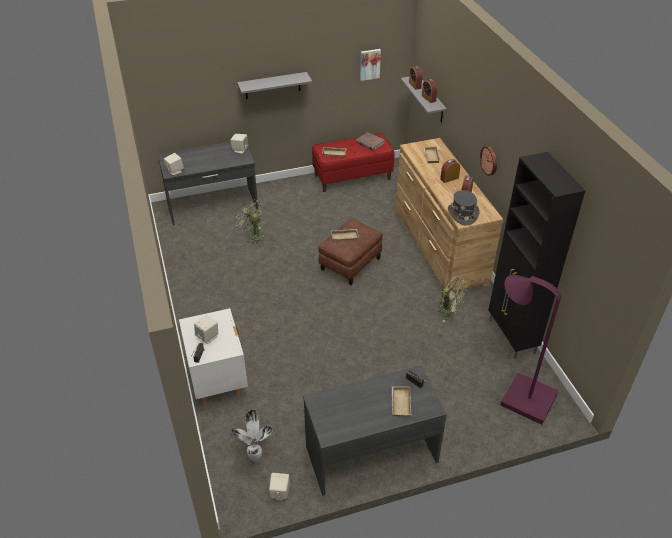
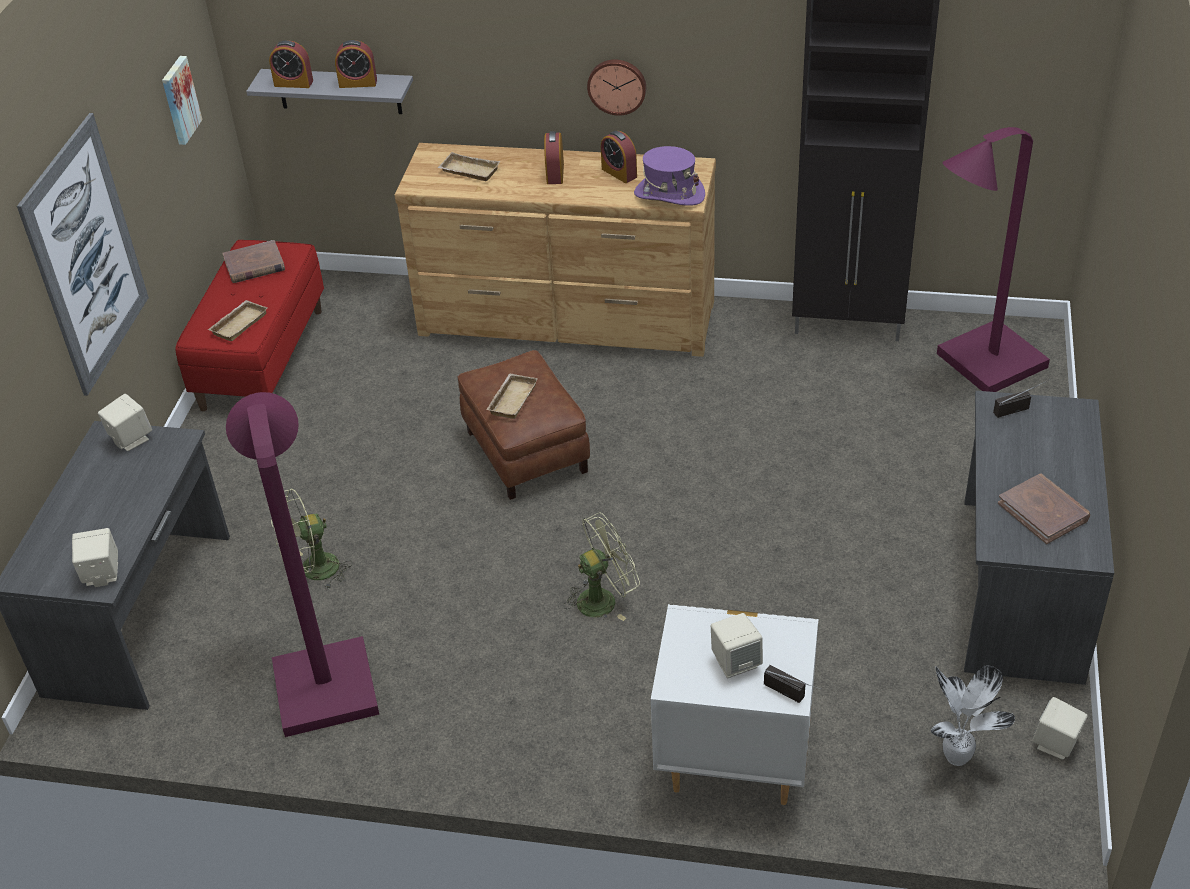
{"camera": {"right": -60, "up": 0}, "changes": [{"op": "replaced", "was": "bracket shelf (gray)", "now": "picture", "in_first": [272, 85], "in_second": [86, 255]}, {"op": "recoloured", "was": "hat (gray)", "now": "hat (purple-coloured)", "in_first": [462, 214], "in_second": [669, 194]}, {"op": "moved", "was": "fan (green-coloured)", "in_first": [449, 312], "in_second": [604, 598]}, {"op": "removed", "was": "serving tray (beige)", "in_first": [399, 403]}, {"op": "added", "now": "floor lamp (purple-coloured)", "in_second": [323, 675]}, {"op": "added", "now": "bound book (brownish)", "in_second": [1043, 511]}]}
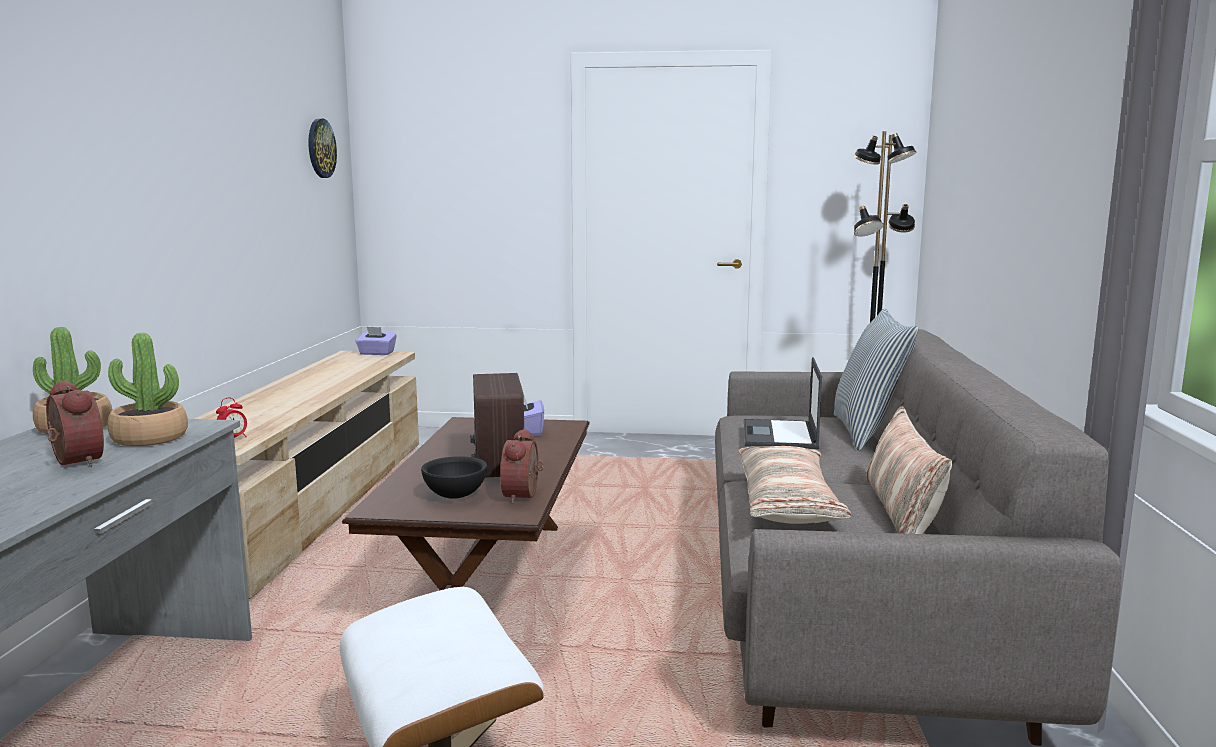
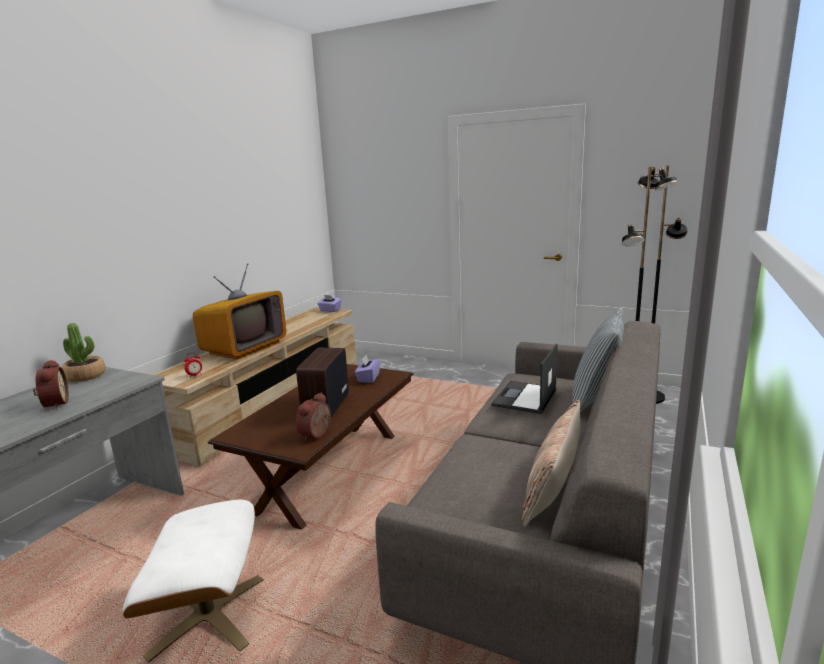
{"camera": {"right": 20, "up": 5}, "changes": [{"op": "removed", "was": "clock on the wall", "in_first": [320, 148]}, {"op": "removed", "was": "plant in a pot", "in_first": [149, 438]}, {"op": "removed", "was": "cushion", "in_first": [787, 502]}, {"op": "removed", "was": "serving bowl (black-coloured)", "in_first": [456, 496]}, {"op": "added", "now": "television", "in_second": [244, 348]}]}
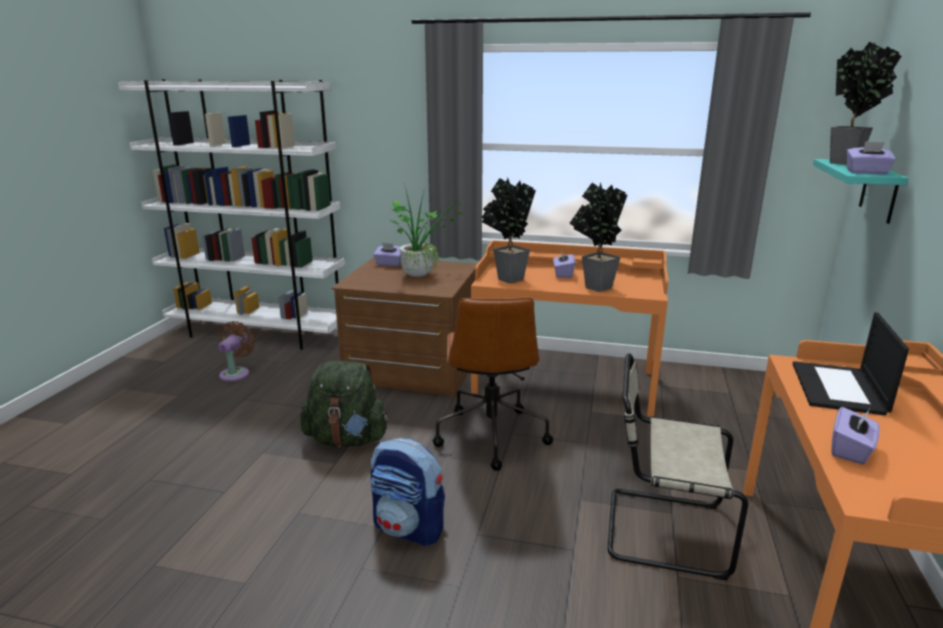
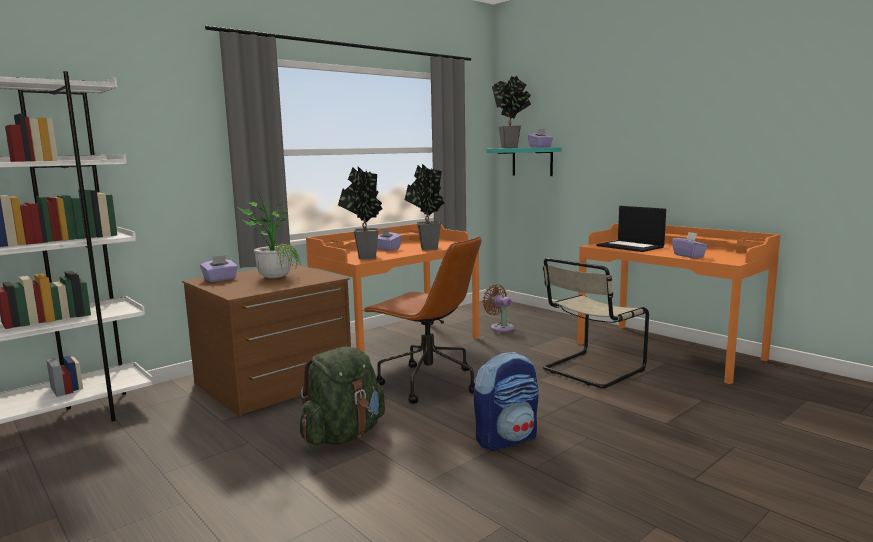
{"camera": {"right": -55, "up": -10}, "changes": [{"op": "moved", "was": "fan (brownish)", "in_first": [236, 373], "in_second": [500, 327]}]}
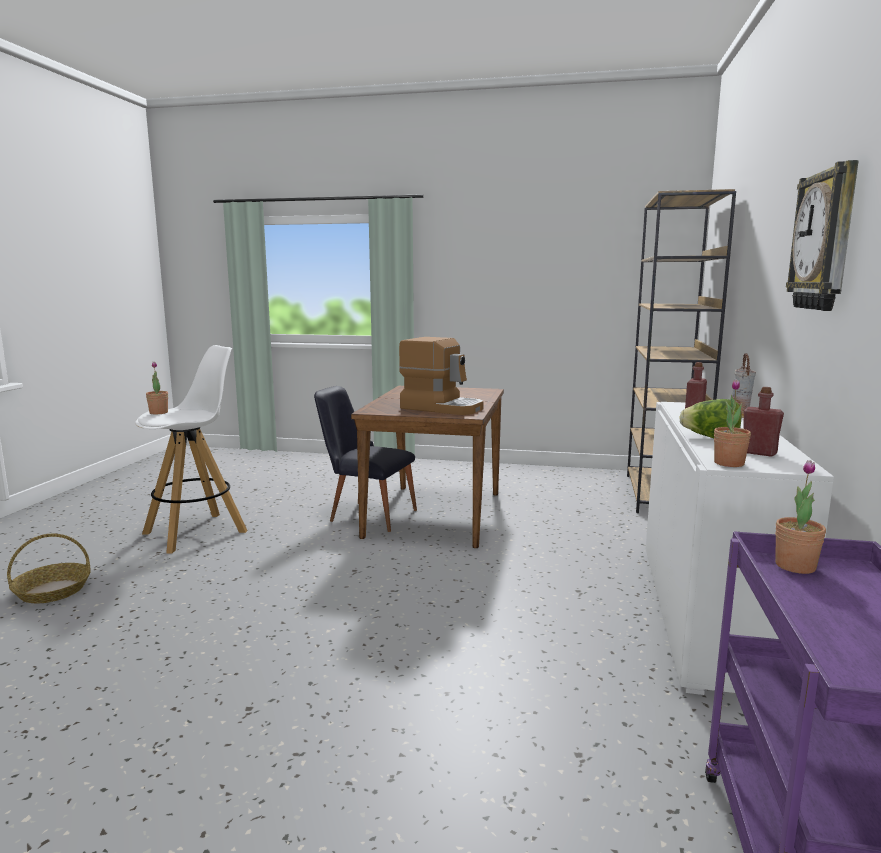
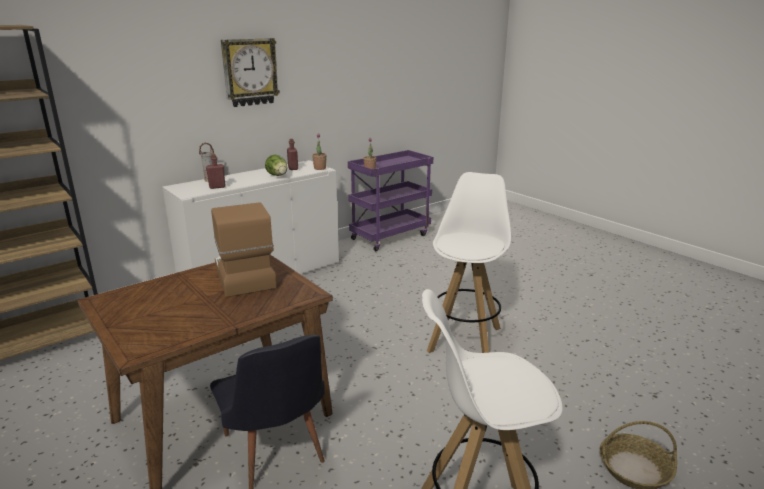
{"camera": {"right": -140, "up": 10}, "changes": [{"op": "removed", "was": "plant in a pot", "in_first": [158, 412]}, {"op": "added", "now": "stool (white-coloured)", "in_second": [465, 338]}]}
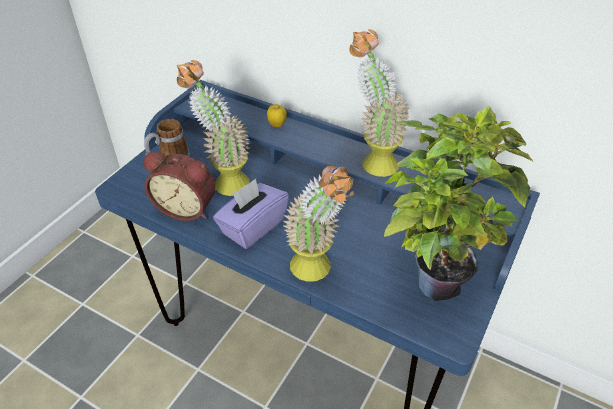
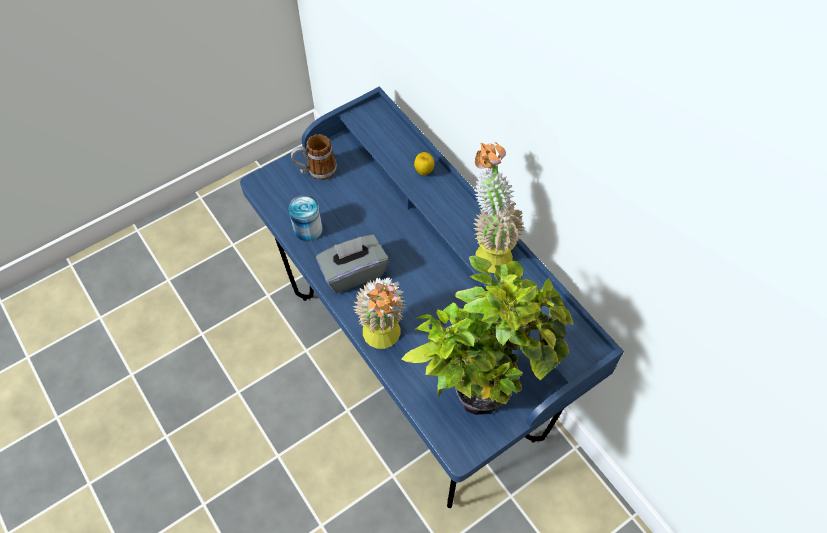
{"camera": {"right": 25, "up": 15}, "changes": [{"op": "removed", "was": "plant in a pot", "in_first": [223, 181]}, {"op": "replaced", "was": "alarm clock", "now": "metal can", "in_first": [187, 207], "in_second": [308, 229]}, {"op": "recoloured", "was": "tissue box (purple-coloured)", "now": "tissue box (gray)", "in_first": [252, 227], "in_second": [353, 272]}]}
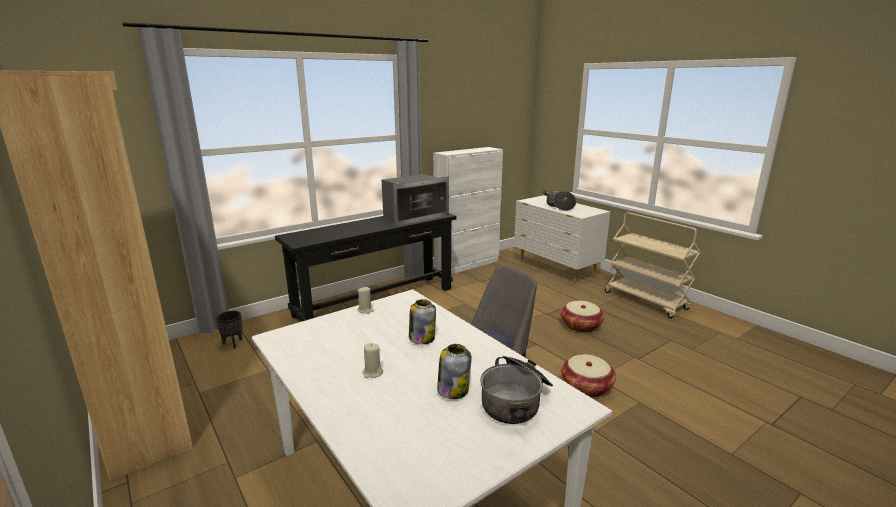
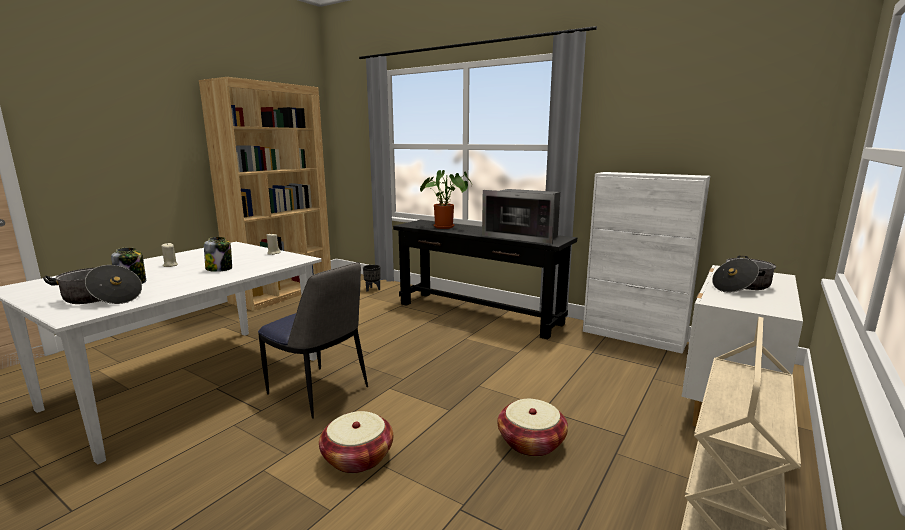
{"camera": {"right": 70, "up": -5}, "changes": [{"op": "added", "now": "plant in a pot", "in_second": [446, 227]}]}
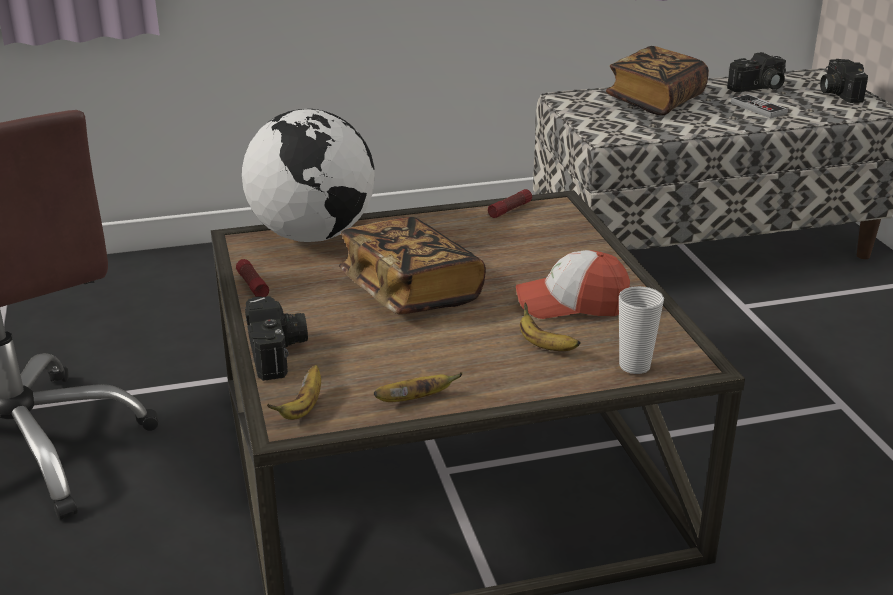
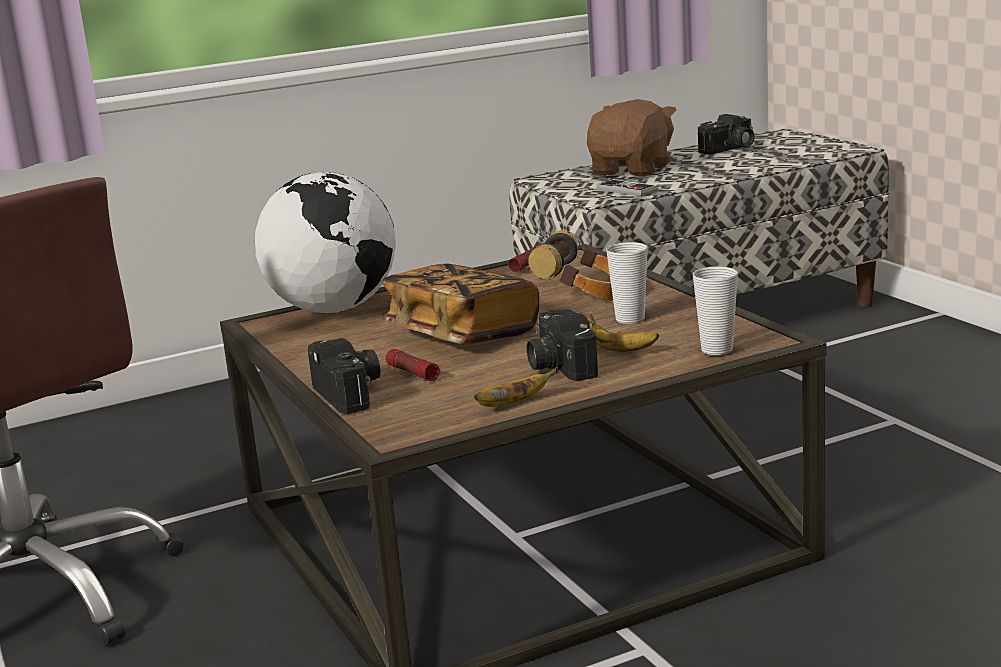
{"camera": {"right": -10, "up": -10}, "changes": [{"op": "replaced", "was": "bound book", "now": "plush toy (brownish)", "in_first": [655, 101], "in_second": [632, 170]}, {"op": "moved", "was": "still camera", "in_first": [837, 93], "in_second": [558, 366]}, {"op": "moved", "was": "joypad", "in_first": [758, 108], "in_second": [627, 190]}, {"op": "replaced", "was": "cap", "now": "cup", "in_first": [571, 304], "in_second": [630, 319]}, {"op": "moved", "was": "flashlight", "in_first": [252, 285], "in_second": [412, 373]}, {"op": "removed", "was": "whole banana", "in_first": [303, 408]}, {"op": "added", "now": "pair of headphones", "in_second": [585, 296]}]}
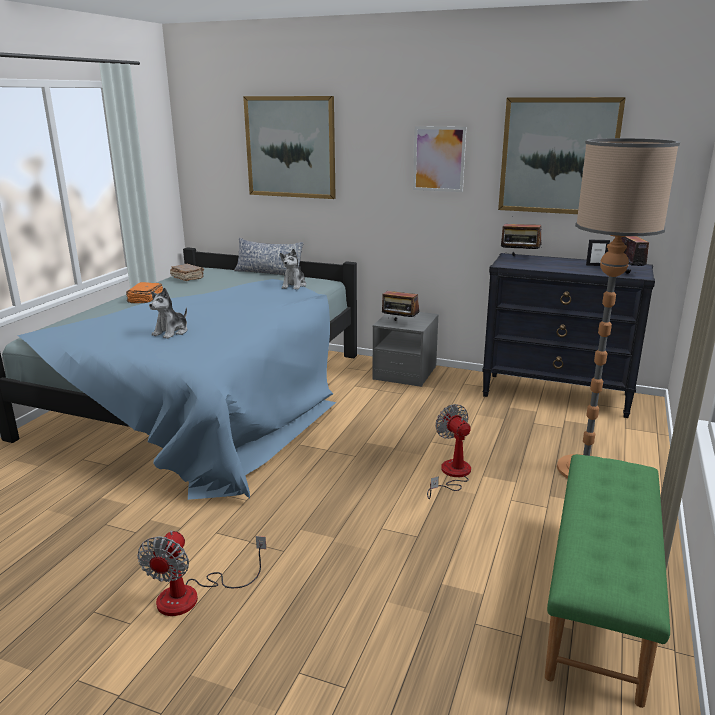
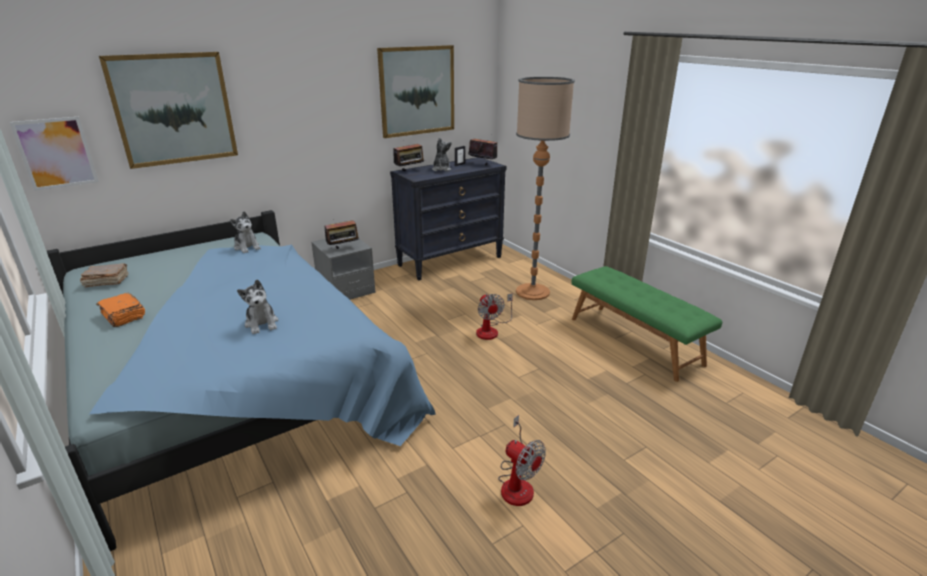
{"camera": {"right": -55, "up": 5}, "changes": [{"op": "moved", "was": "picture", "in_first": [439, 159], "in_second": [56, 153]}, {"op": "removed", "was": "cushion", "in_first": [269, 273]}, {"op": "turned", "was": "fan", "in_first": [452, 475], "in_second": [491, 330], "clockwise": -120}, {"op": "added", "now": "plush toy", "in_second": [441, 169]}]}
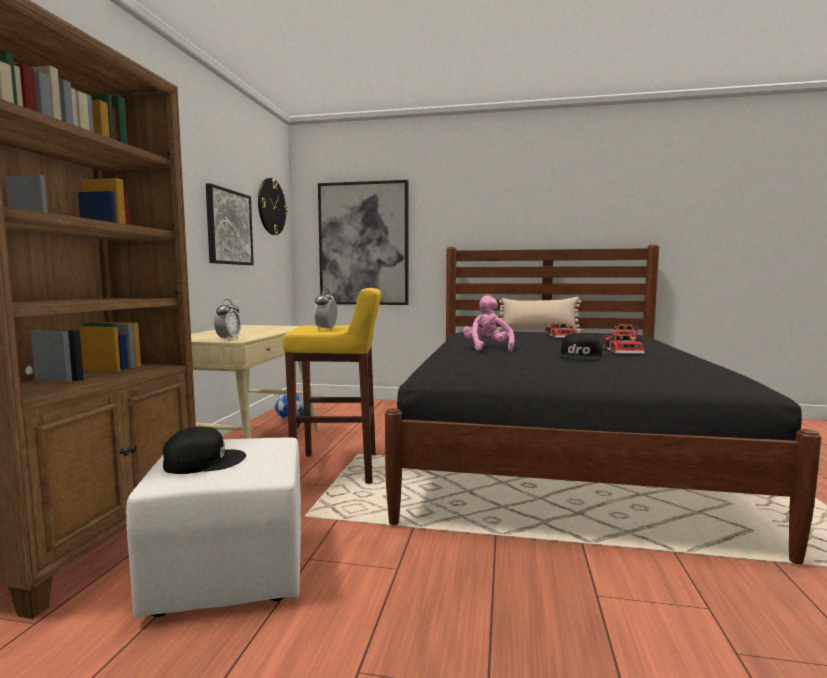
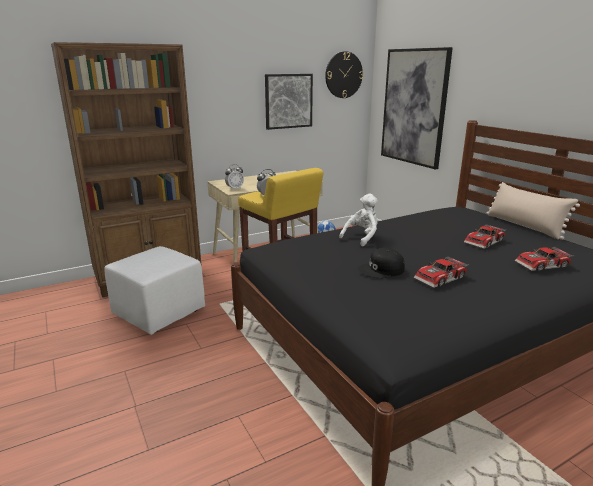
{"camera": {"right": 50, "up": 15}, "changes": [{"op": "recoloured", "was": "plush toy (pinkish)", "now": "plush toy (white-coloured)", "in_first": [487, 348], "in_second": [362, 237]}, {"op": "removed", "was": "cap (black-coloured)", "in_first": [204, 461]}]}
